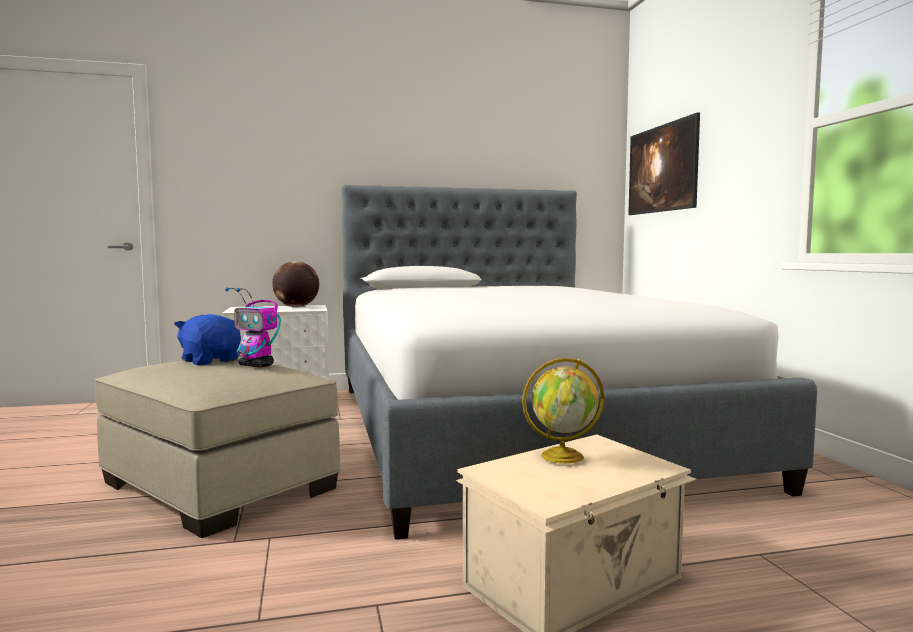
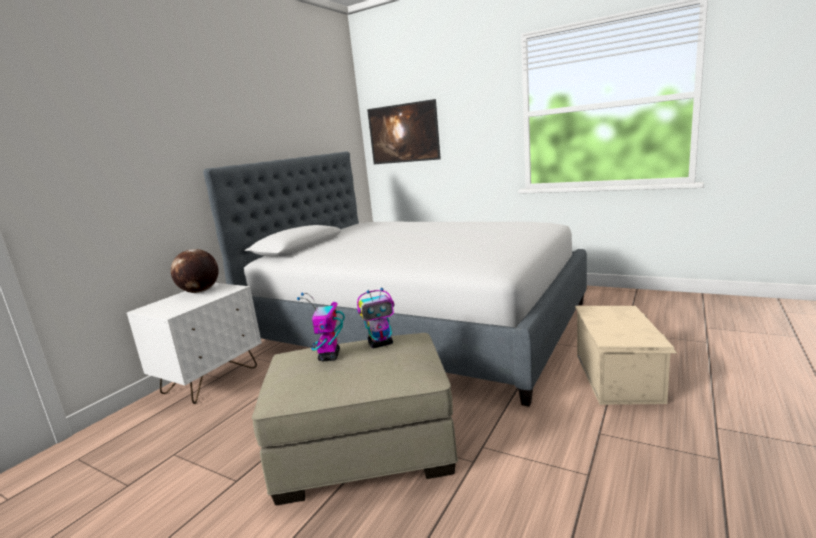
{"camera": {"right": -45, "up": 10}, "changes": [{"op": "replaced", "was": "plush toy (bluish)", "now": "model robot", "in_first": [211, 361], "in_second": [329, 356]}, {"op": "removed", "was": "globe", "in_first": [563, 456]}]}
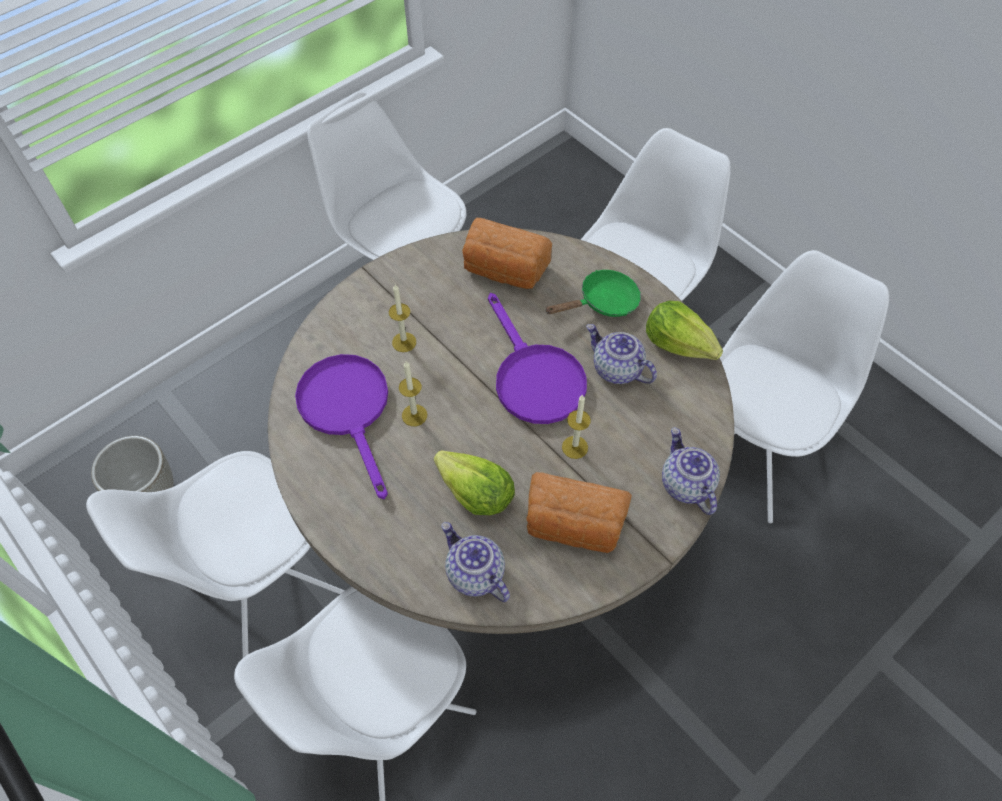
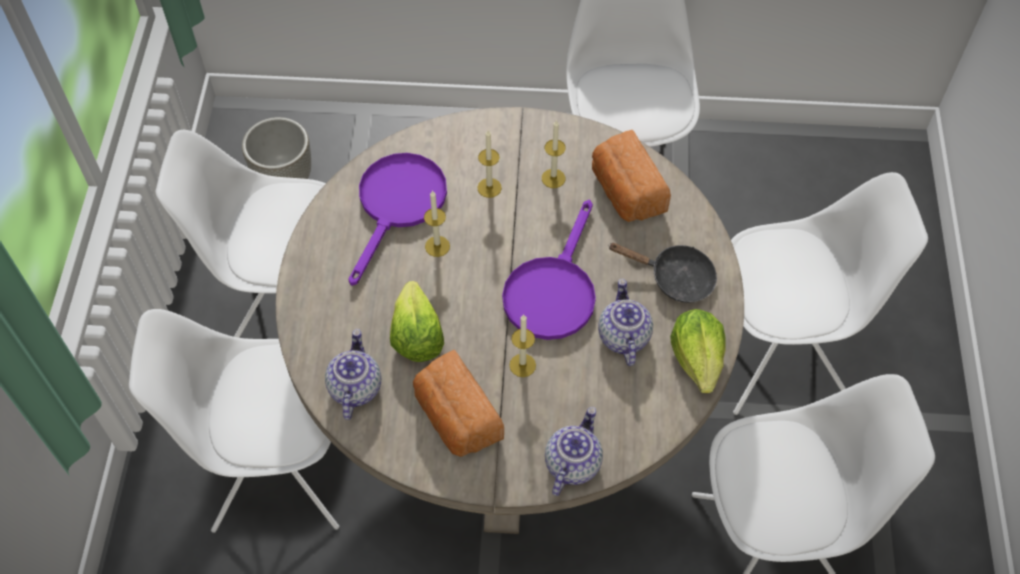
{"camera": {"right": 45, "up": 0}, "changes": [{"op": "recoloured", "was": "pan (green-coloured)", "now": "pan (black-coloured)", "in_first": [603, 302], "in_second": [675, 278]}, {"op": "added", "now": "candle", "in_second": [553, 178]}]}
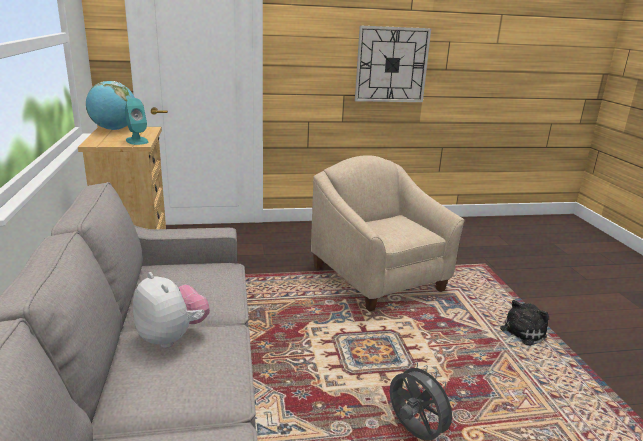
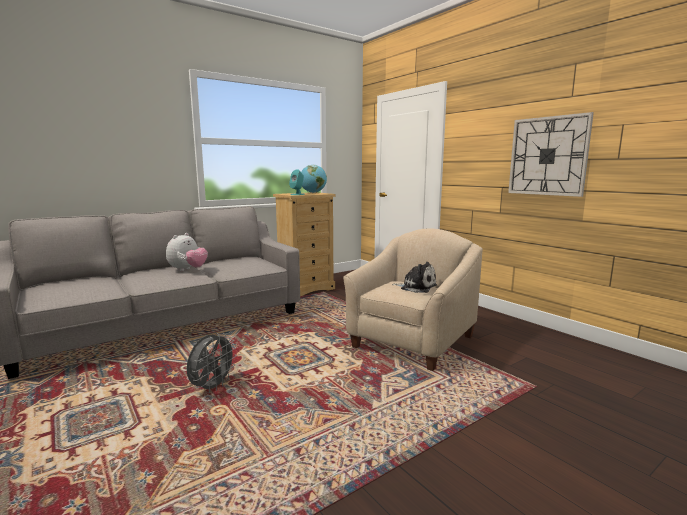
{"camera": {"right": 65, "up": -10}, "changes": [{"op": "moved", "was": "plush toy", "in_first": [520, 334], "in_second": [416, 287]}]}
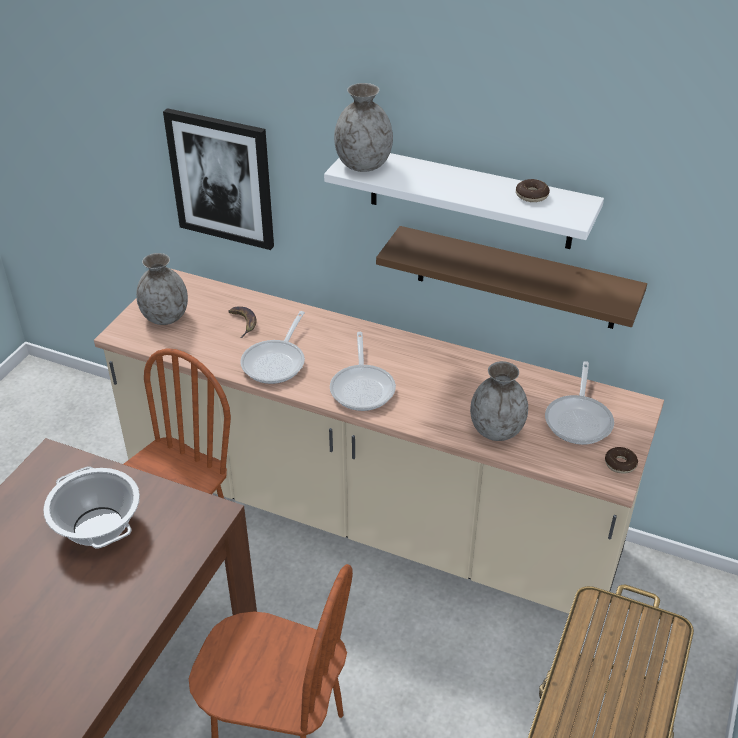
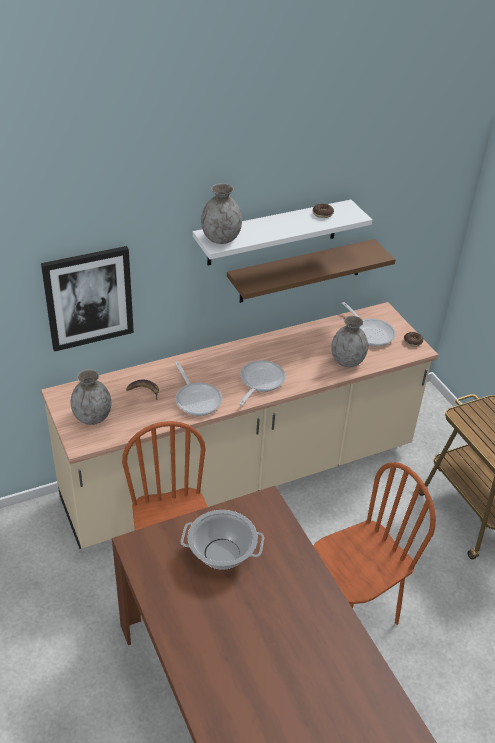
{"camera": {"right": -50, "up": 0}, "changes": [{"op": "turned", "was": "pan", "in_first": [363, 387], "in_second": [260, 382], "clockwise": -105}]}
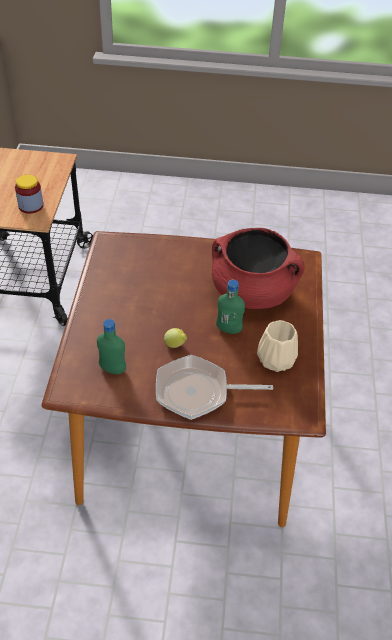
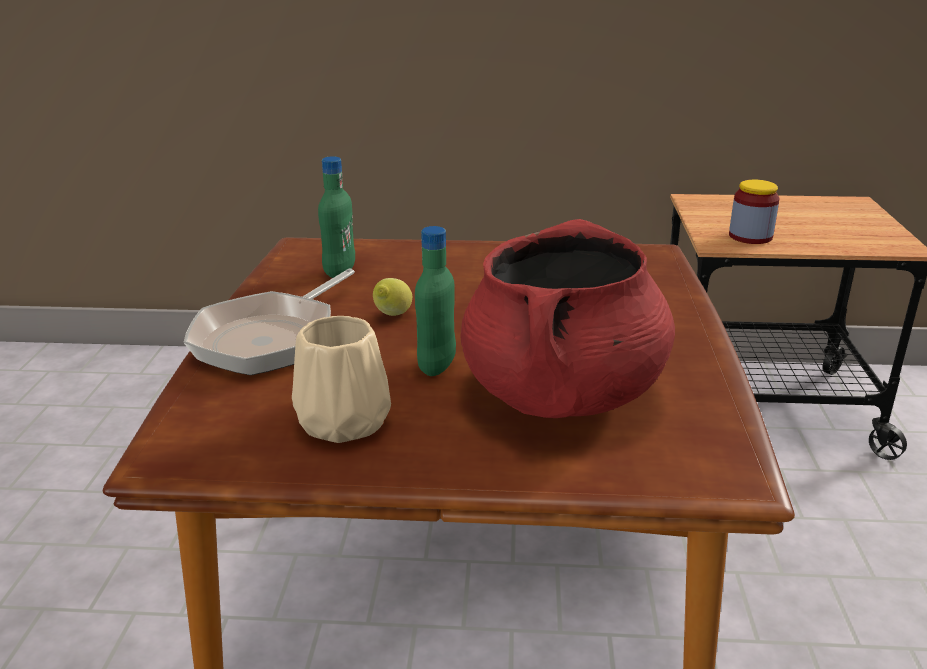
{"camera": {"right": 90, "up": -20}, "changes": [{"op": "turned", "was": "pan", "in_first": [198, 392], "in_second": [271, 338], "clockwise": -150}]}
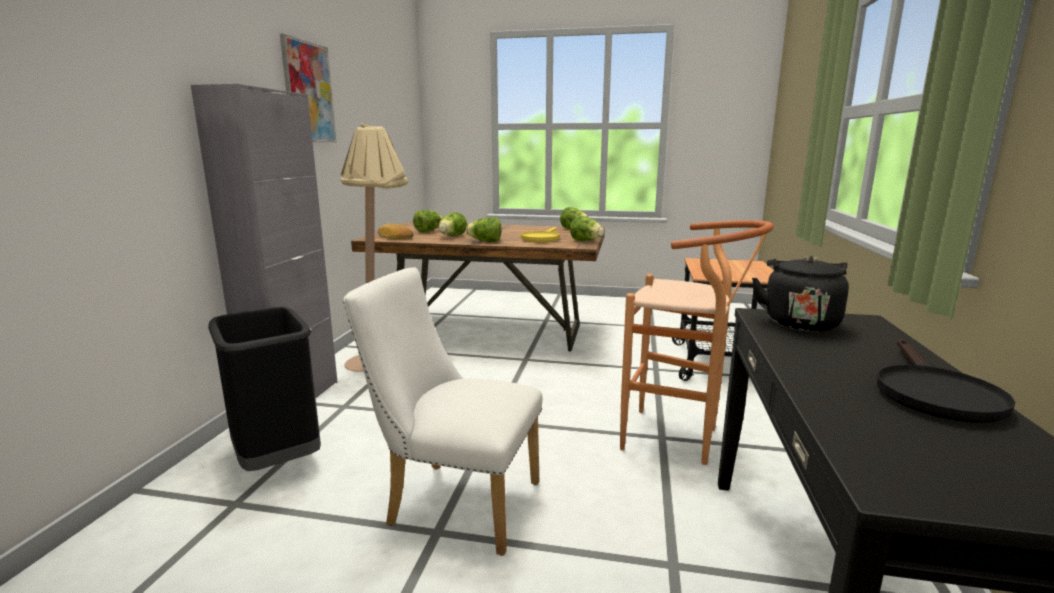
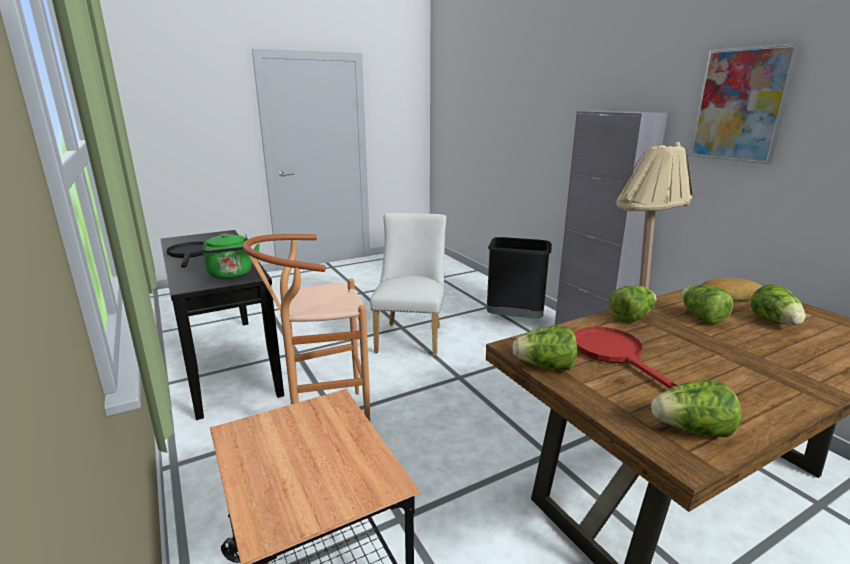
{"camera": {"right": 140, "up": 5}, "changes": [{"op": "recoloured", "was": "pan (yellow-coloured)", "now": "pan (red)", "in_first": [541, 238], "in_second": [613, 354]}, {"op": "recoloured", "was": "water kettle (black-coloured)", "now": "water kettle (green-coloured)", "in_first": [798, 322], "in_second": [231, 275]}, {"op": "turned", "was": "chair (white-coloured)", "in_first": [454, 502], "in_second": [411, 336], "clockwise": -60}]}
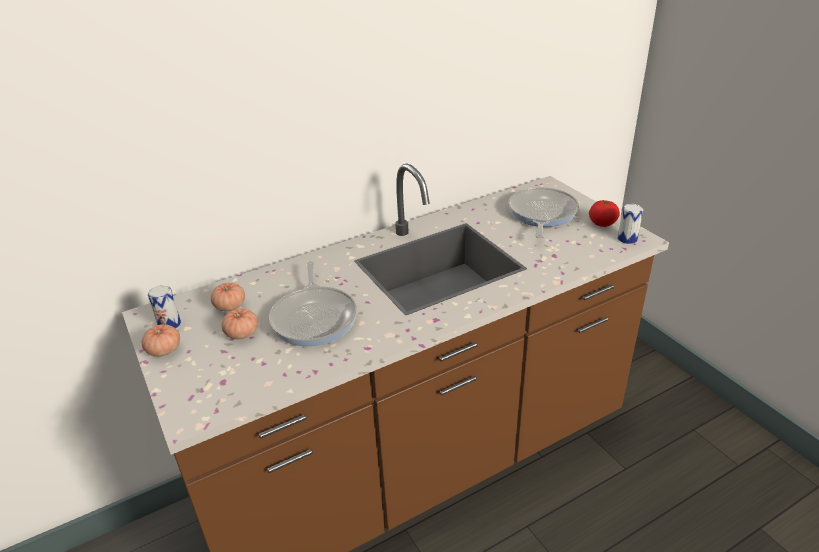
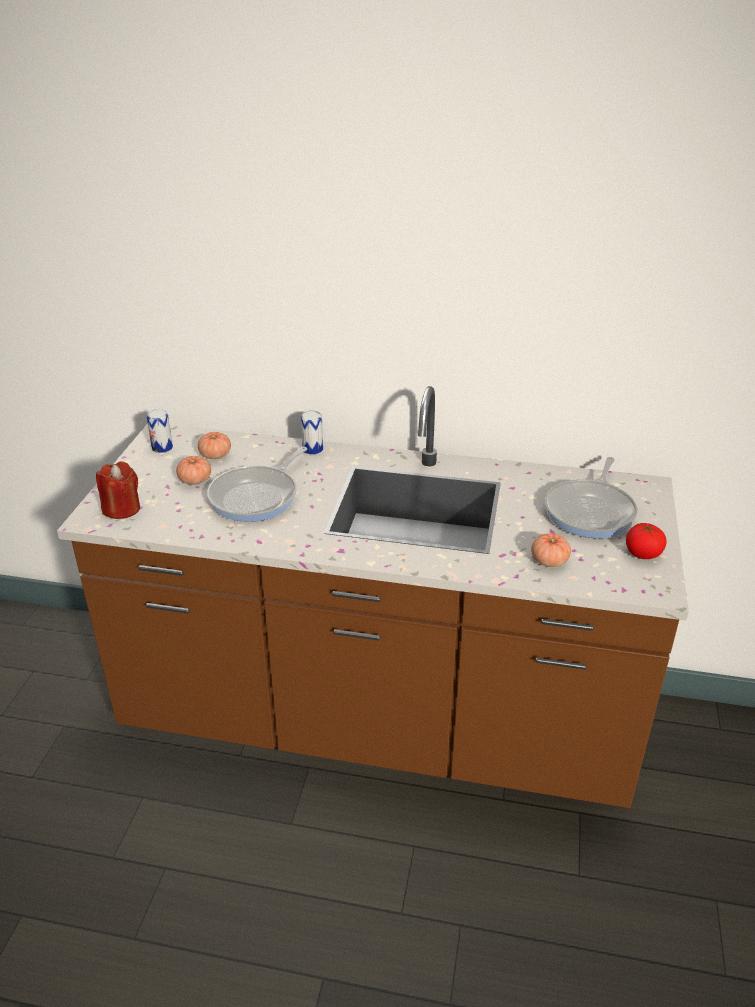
{"camera": {"right": 40, "up": 0}, "changes": [{"op": "turned", "was": "pan", "in_first": [541, 214], "in_second": [591, 511], "clockwise": 150}, {"op": "moved", "was": "metal can", "in_first": [627, 239], "in_second": [312, 449]}, {"op": "moved", "was": "whole tomato", "in_first": [164, 350], "in_second": [549, 561]}, {"op": "added", "now": "candle (red)", "in_second": [122, 509]}]}
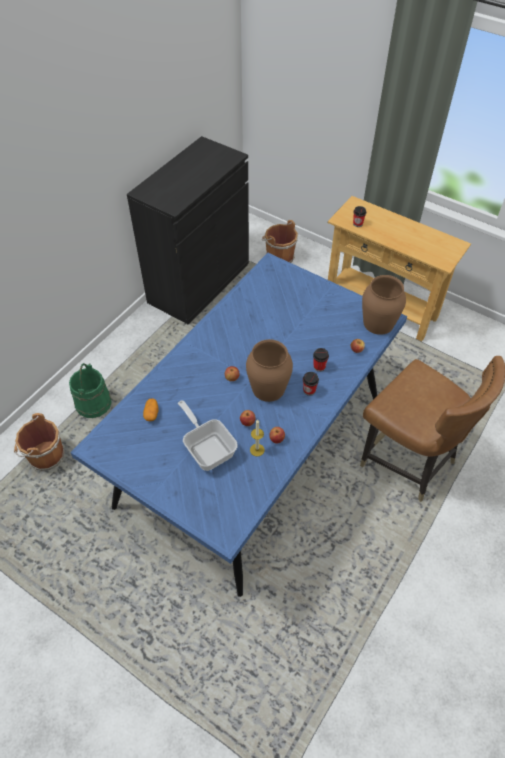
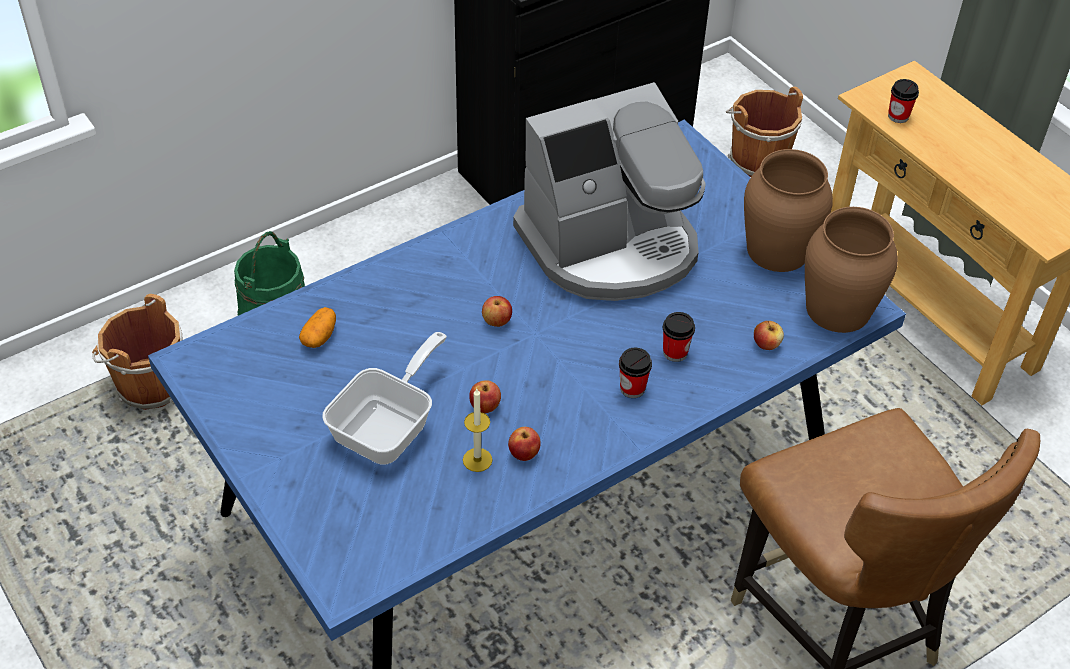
{"camera": {"right": 20, "up": -5}, "changes": [{"op": "moved", "was": "vase (brownish)", "in_first": [268, 388], "in_second": [777, 250]}, {"op": "turned", "was": "pan", "in_first": [208, 447], "in_second": [389, 426], "clockwise": 45}, {"op": "added", "now": "coffee machine", "in_second": [611, 246]}]}
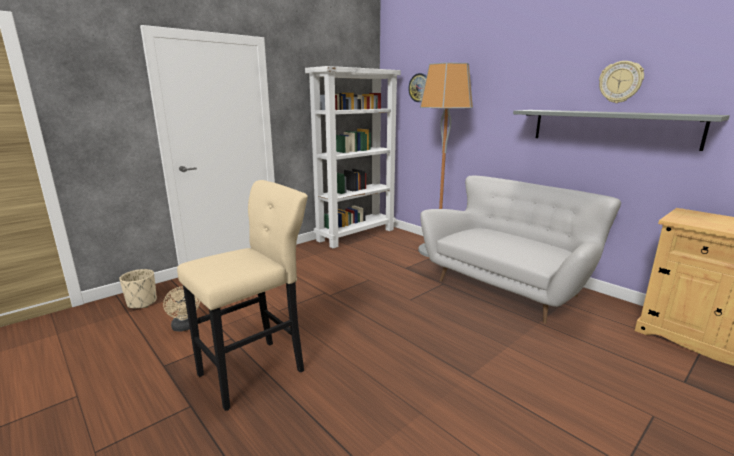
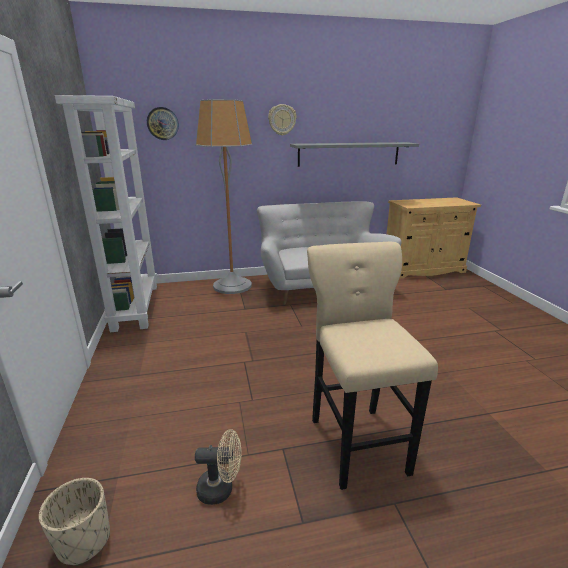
{"camera": {"right": -60, "up": 5}, "changes": [{"op": "moved", "was": "clock on the wall", "in_first": [620, 82], "in_second": [282, 120]}]}
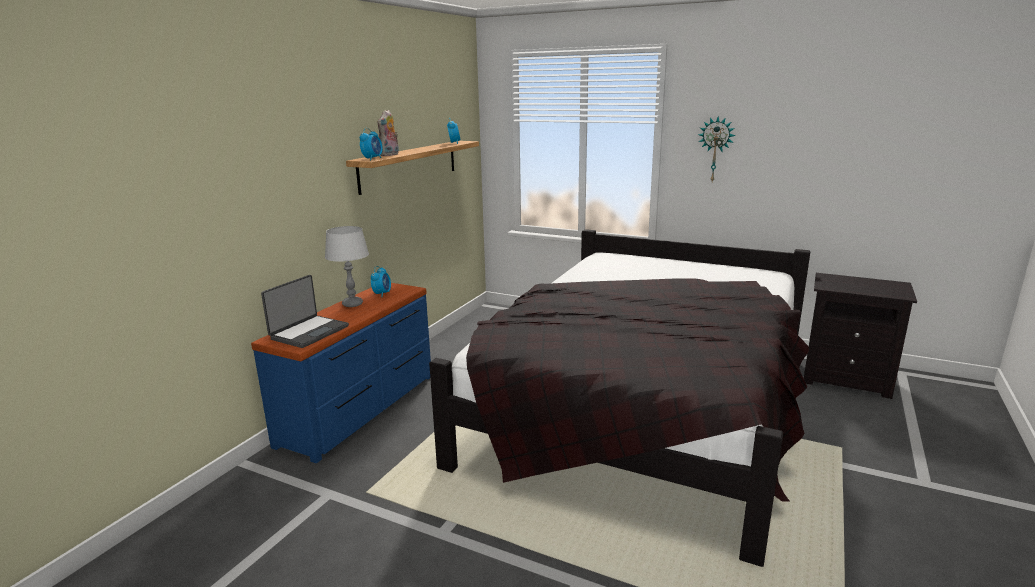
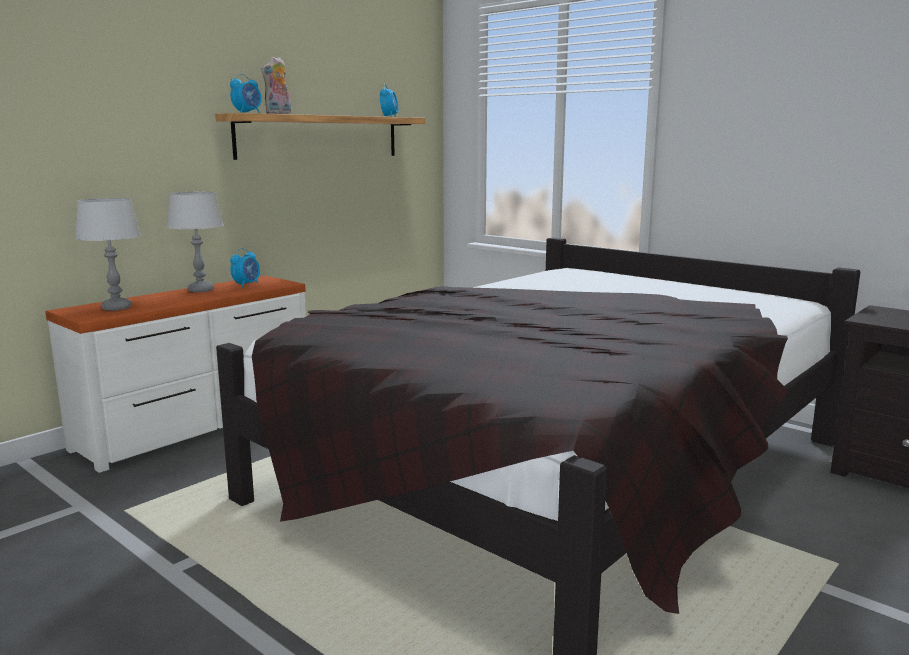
{"camera": {"right": 15, "up": -5}, "changes": [{"op": "removed", "was": "clock on the wall", "in_first": [715, 149]}, {"op": "replaced", "was": "laptop", "now": "lamp for a table (gray)", "in_first": [308, 332], "in_second": [117, 308]}, {"op": "recoloured", "was": "chest of drawers (bluish)", "now": "chest of drawers (white-coloured)", "in_first": [361, 409], "in_second": [199, 426]}]}
